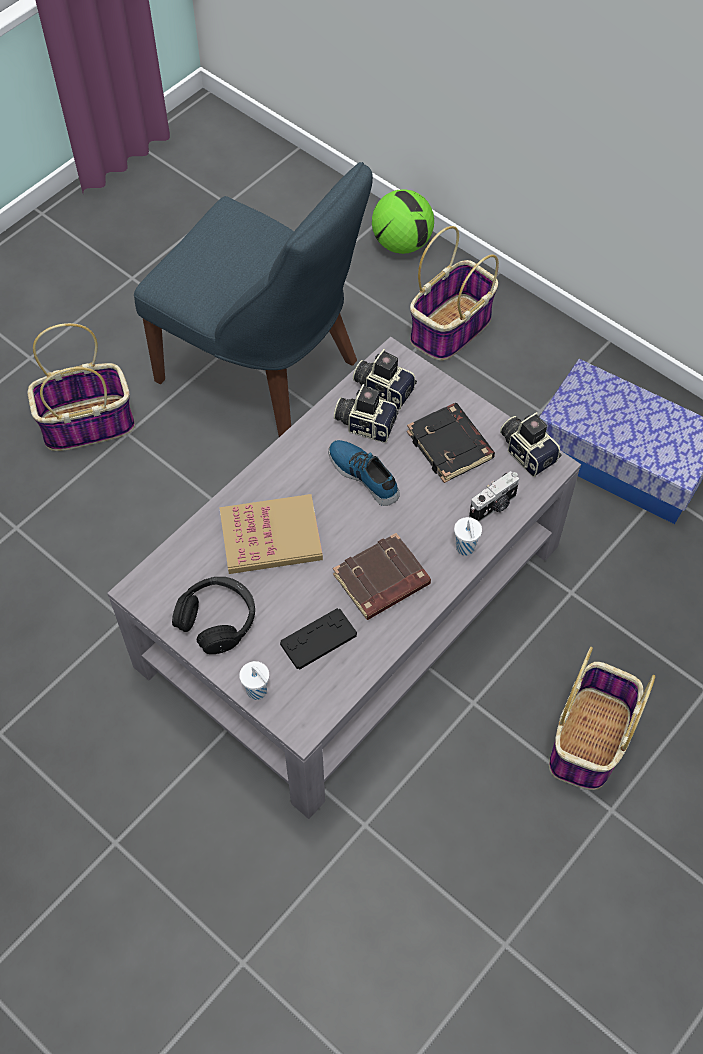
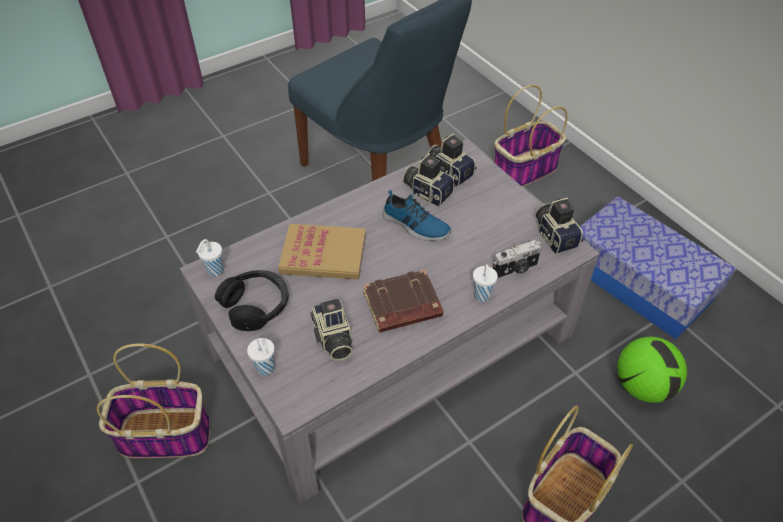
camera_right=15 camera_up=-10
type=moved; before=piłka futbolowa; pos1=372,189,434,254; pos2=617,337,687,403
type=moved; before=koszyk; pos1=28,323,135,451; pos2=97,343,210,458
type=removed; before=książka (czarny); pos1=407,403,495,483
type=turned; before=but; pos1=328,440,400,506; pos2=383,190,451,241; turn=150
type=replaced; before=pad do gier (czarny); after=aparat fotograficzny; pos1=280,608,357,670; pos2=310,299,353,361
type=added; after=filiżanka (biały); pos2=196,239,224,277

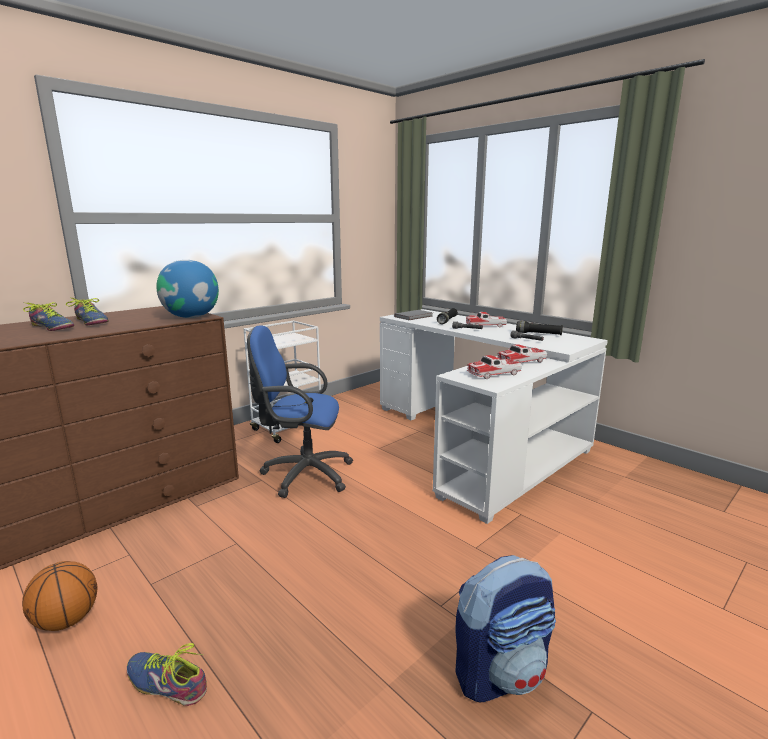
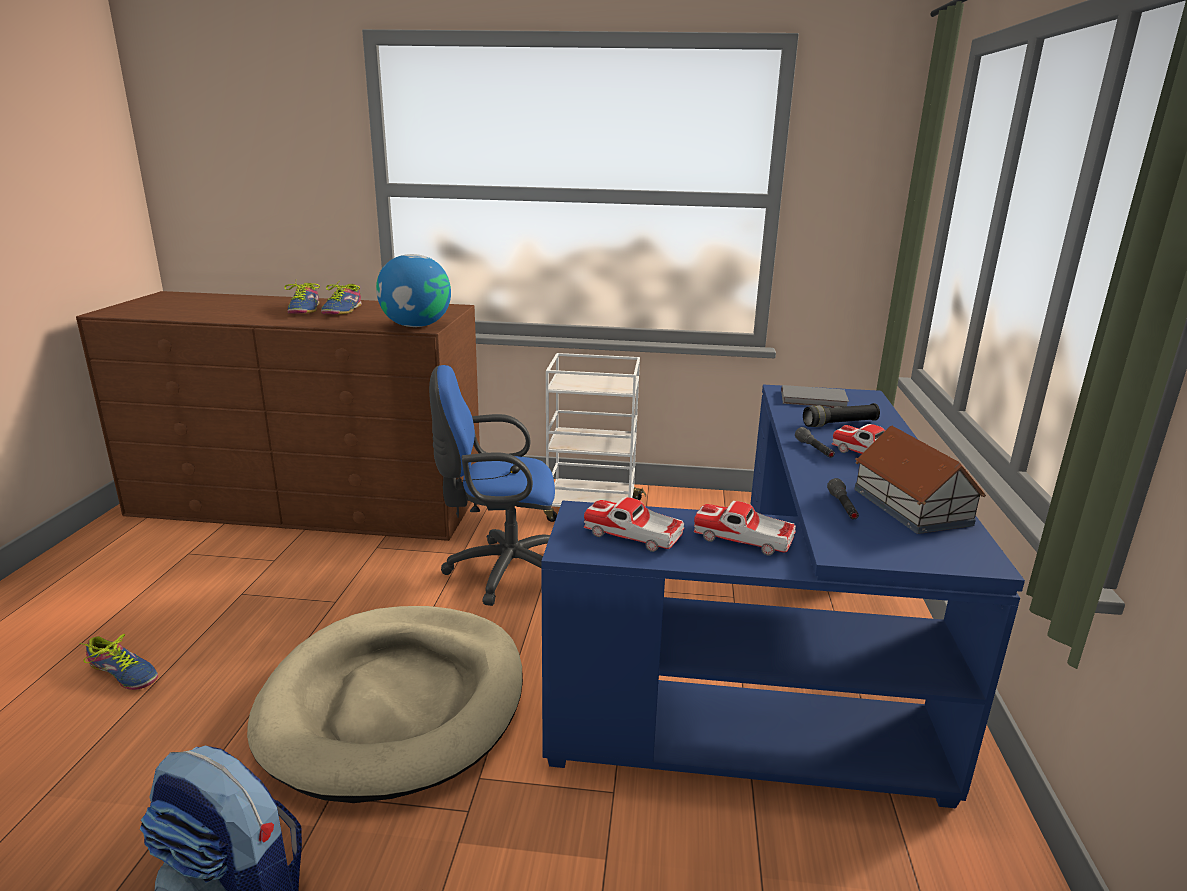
camera_right=50 camera_up=5
type=recoloured; before=biurko (biały); after=biurko (niebieski); pos1=380,309,608,524; pos2=541,385,1025,808
type=replaced; before=latarka (czarny); after=domek; pos1=516,321,563,335; pos2=854,426,986,534
type=turned; before=krzesło biurowe (niebieski); pos1=247,325,353,498; pos2=429,365,555,606; turn=-60
type=removed; before=piłka do koszykówki; pos1=22,561,98,631
type=turned; before=but; pos1=127,643,207,706; pos2=79,634,158,690; turn=135
type=added; after=legowisko (beżowy); pos2=247,606,523,803

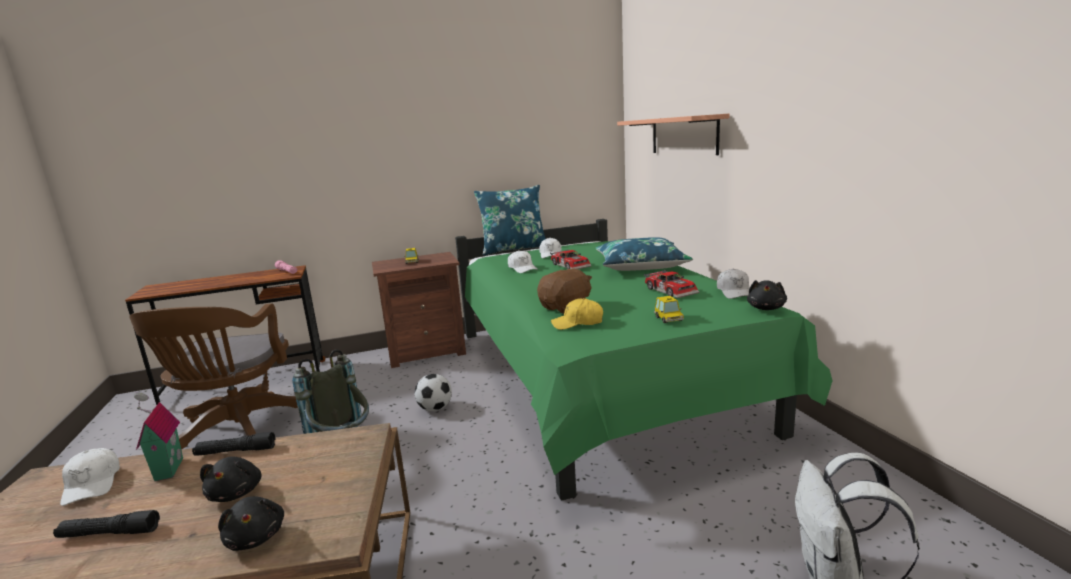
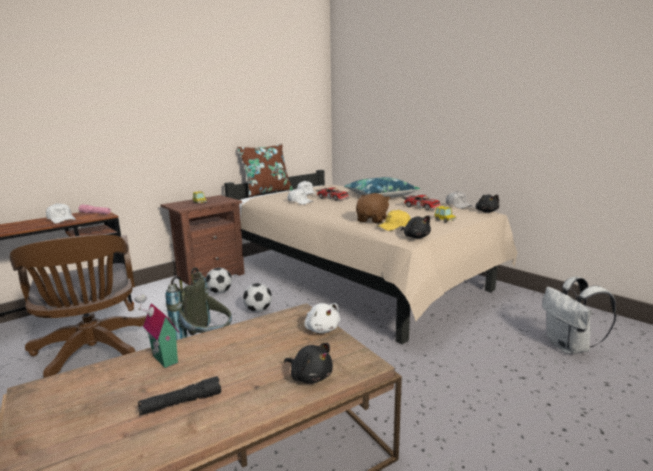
camera_right=-25 camera_up=0
type=removed; before=półka; pos1=617,114,730,155
type=recoloured; before=poduszka (niebieski); after=poduszka (brązowy); pos1=474,185,546,256; pos2=237,144,293,197
type=recoloured; before=łóżko (zielony); after=łóżko (beżowy); pos1=455,219,832,501; pos2=224,170,518,344
type=removed; before=latarka (czarny); pos1=192,432,275,456
type=moved; before=czapka z daszkiem (biały); pos1=60,448,120,506; pos2=46,203,76,224
type=moved; before=pluszak (czarny); pos1=200,456,262,502; pos2=401,216,431,238
type=added; after=piłka futbolowa; pos2=206,268,232,294
type=added; after=pluszak (biały); pos2=304,303,340,333

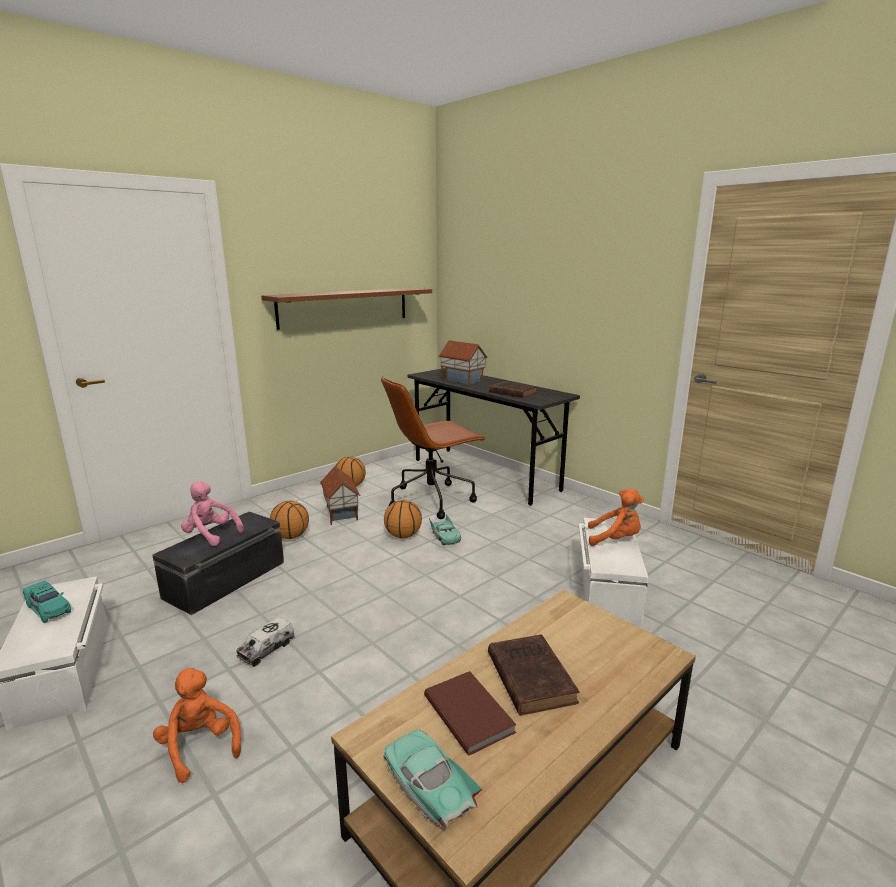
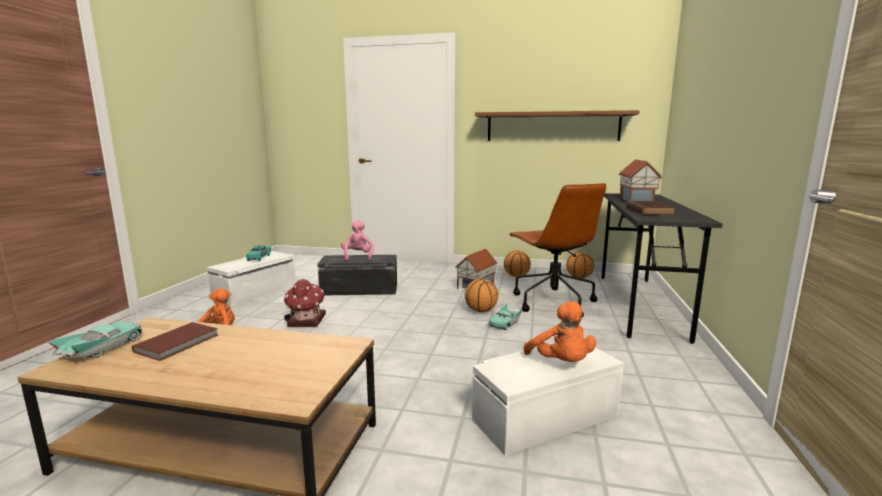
camera_right=55 camera_up=-5
type=turned; before=krzesło biurowe (brązowy); pos1=381,376,485,519; pos2=509,183,606,317; turn=-135
type=moved; before=piłka do koszykówki; pos1=270,501,309,539; pos2=566,252,594,279
type=replaced; before=ciężarówka zabawkowa; after=domek; pos1=237,617,295,667; pos2=284,279,326,327
type=removed; before=książka (brązowy); pos1=488,635,580,716

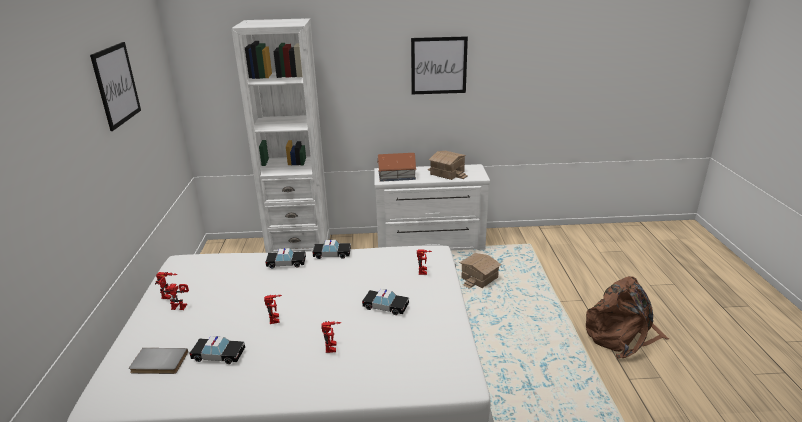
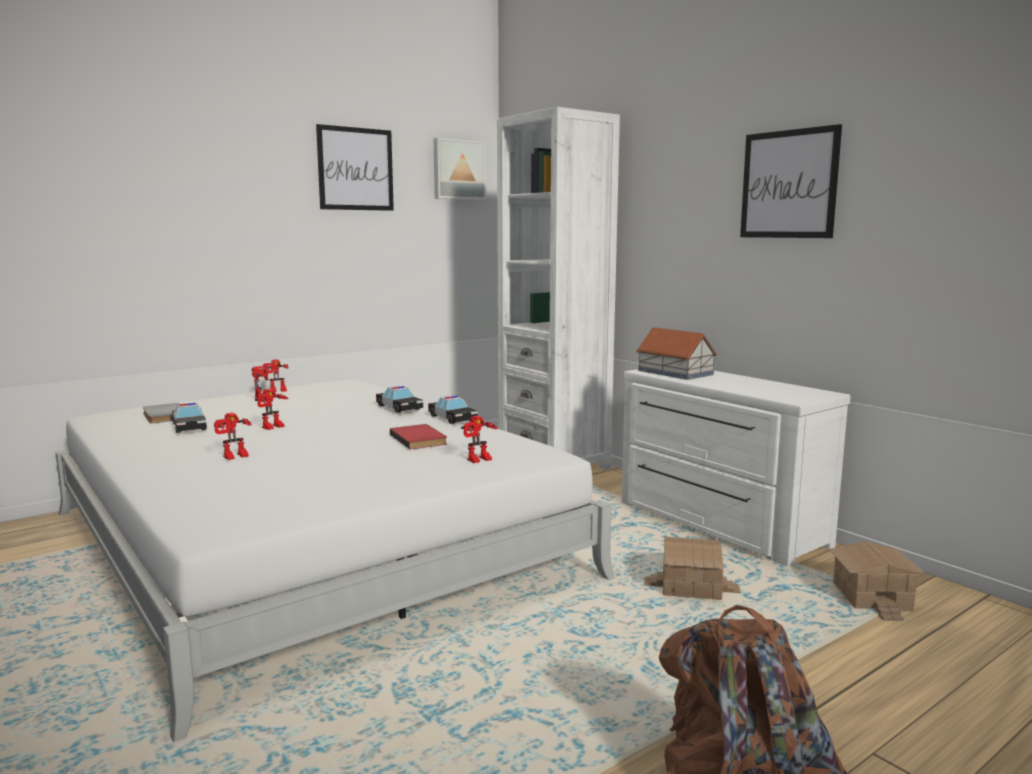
camera_right=55 camera_up=-15
type=moved; before=domek; pos1=428,151,468,180; pos2=829,541,925,621
type=removed; before=samochodzik; pos1=362,289,409,315
type=added; after=obraz; pos2=433,138,486,200
type=added; after=książka (czerwony); pos2=390,424,447,449

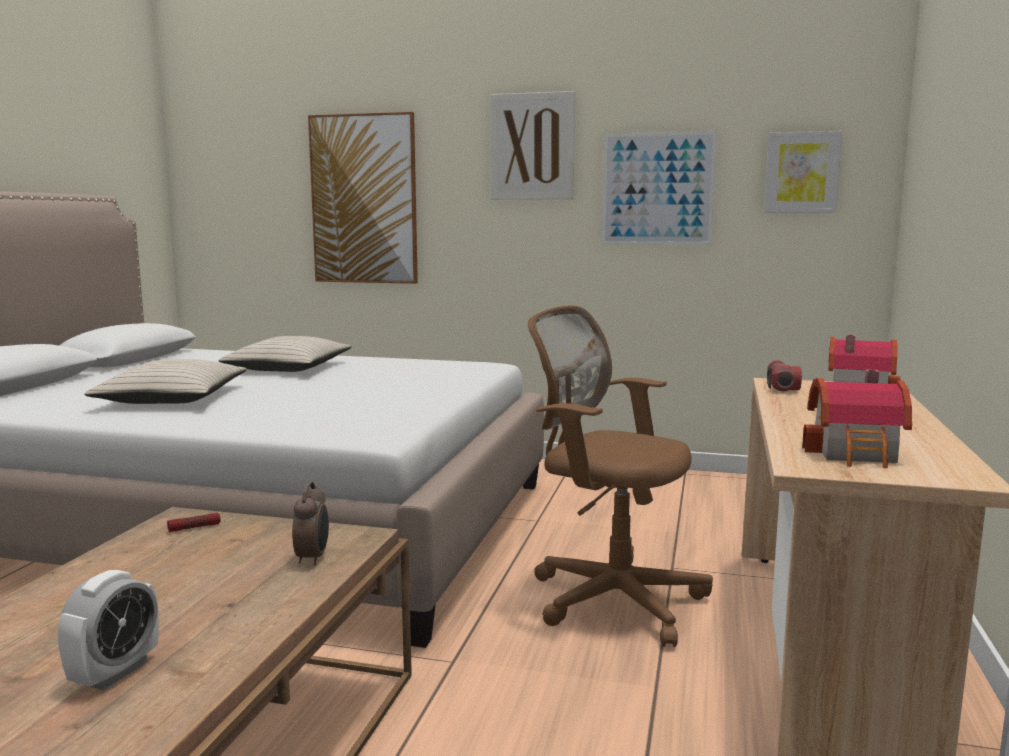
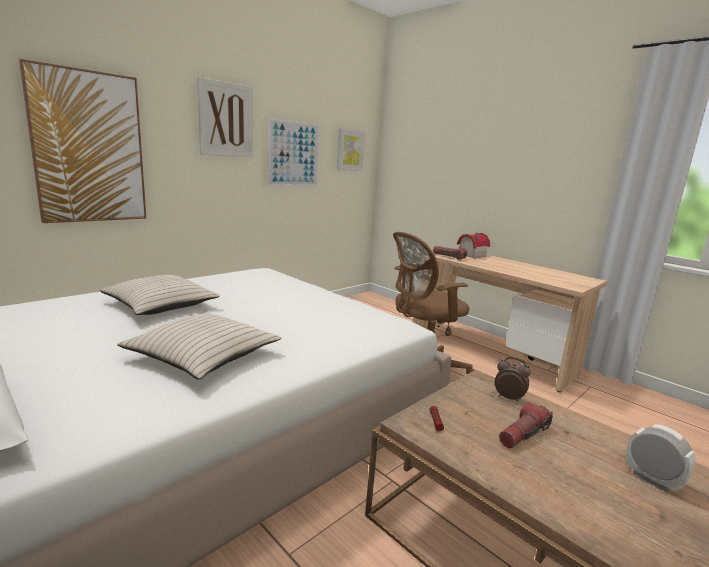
camera_right=-60 camera_up=5
type=removed; before=domek; pos1=802,369,912,468
type=added; after=latarka; pos2=499,402,553,448

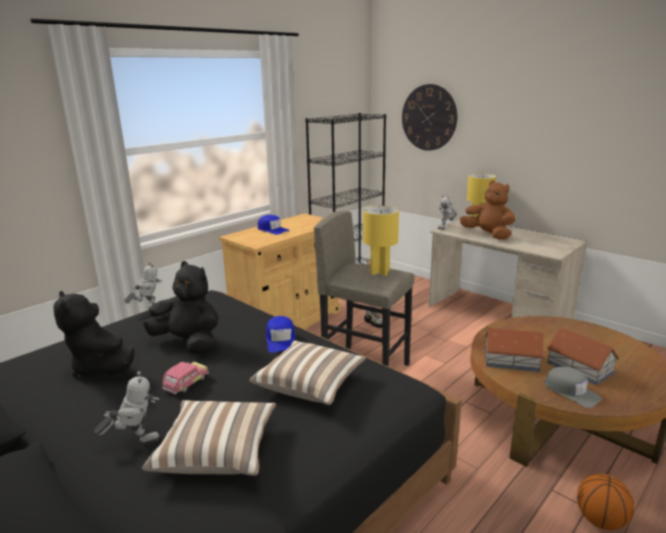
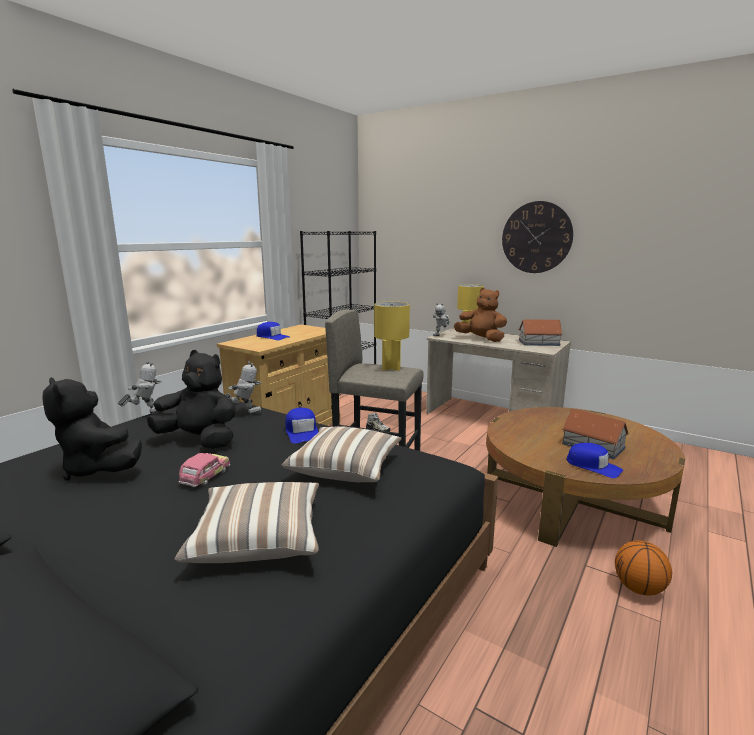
camera_right=-10 camera_up=-5
type=moved; before=zegar ścienny; pos1=402,84,457,151; pos2=502,201,573,273
type=moved; before=domek; pos1=484,328,544,372; pos2=518,319,563,346
type=recoloured; before=czapka z daszkiem (szary); after=czapka z daszkiem (niebieski); pos1=545,367,602,408; pos2=566,443,623,478
type=moved; before=robot zabawkowy; pos1=94,371,160,445; pos2=226,361,262,415

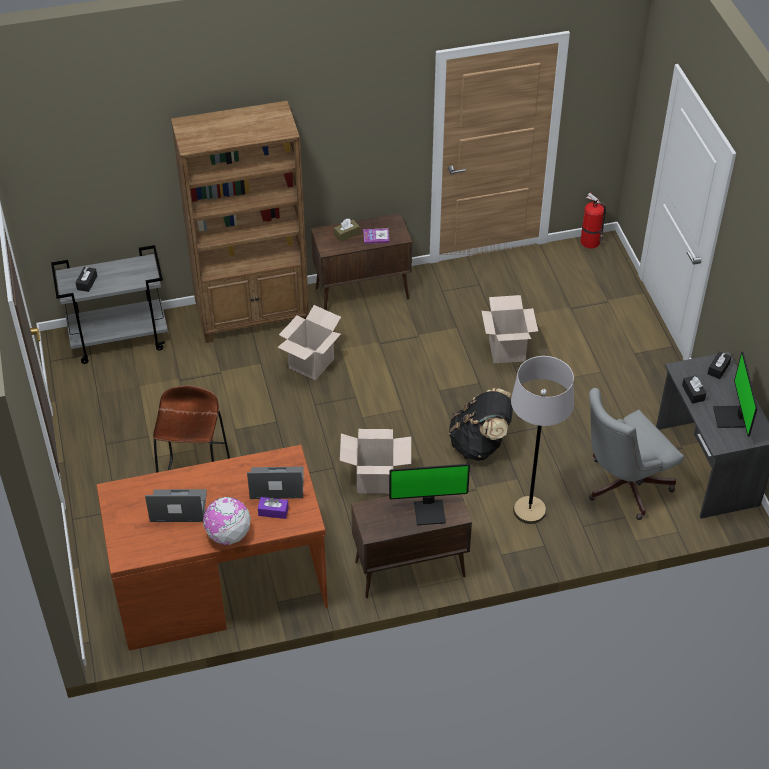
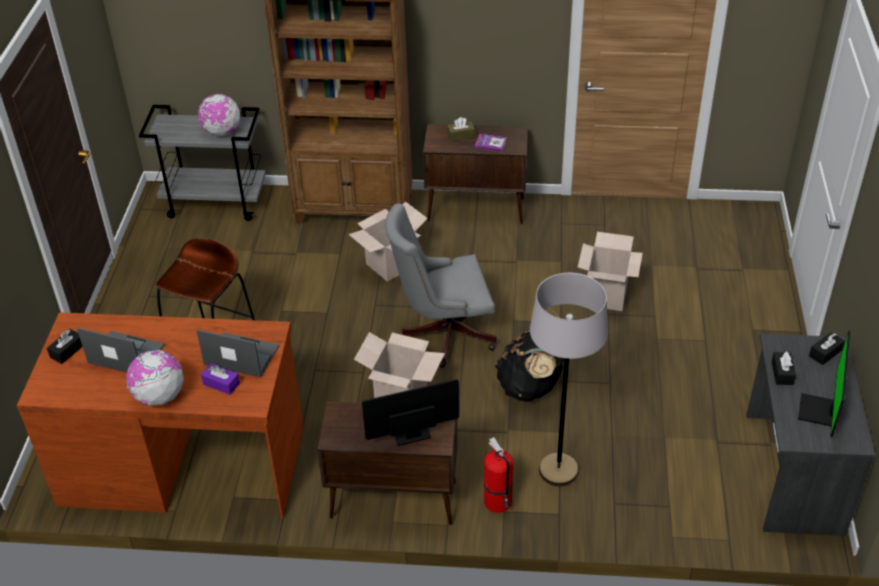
camera_right=20 camera_up=-5
type=moved; before=gaśnica; pos1=580,193,606,249; pos2=484,437,513,513
type=moved; before=pudełko chusteczek (czarny); pos1=75,266,97,292; pos2=47,329,83,364
type=moved; before=krzesło biurowe (szary); pos1=589,388,684,520; pos2=385,203,497,368
type=turned; before=monitor; pos1=389,464,470,525; pos2=362,379,459,446; turn=150
type=added; after=globus; pos2=198,94,240,136

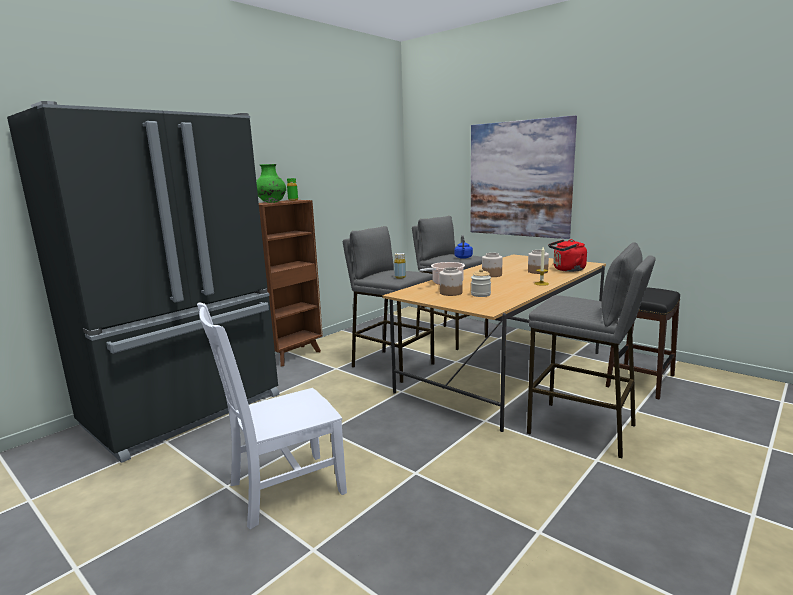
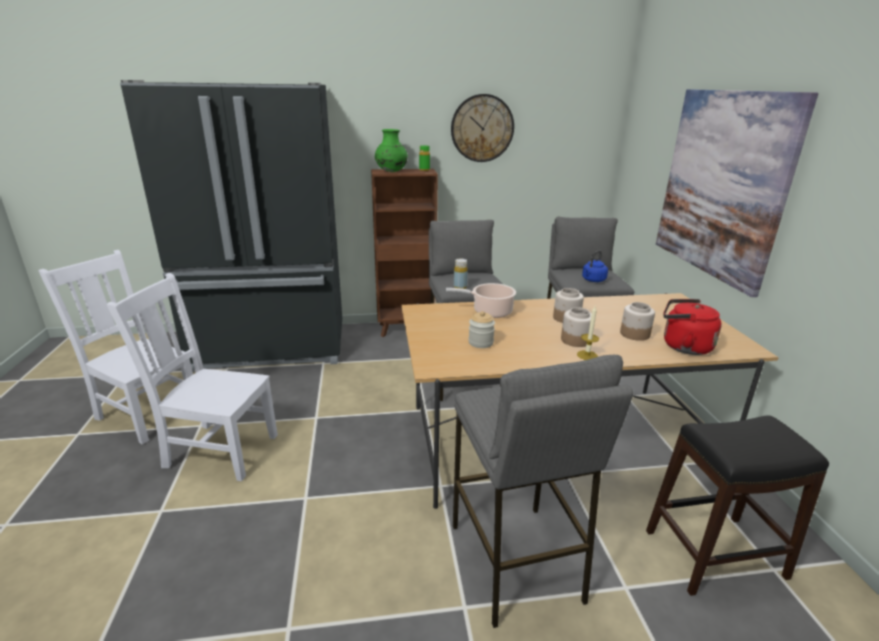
camera_right=40 camera_up=10
type=moved; before=słoik; pos1=439,267,462,296; pos2=561,307,592,347
type=added; after=zegar ścienny; pos2=451,94,514,162
type=added; after=krzesło (biały); pos2=38,250,193,445

